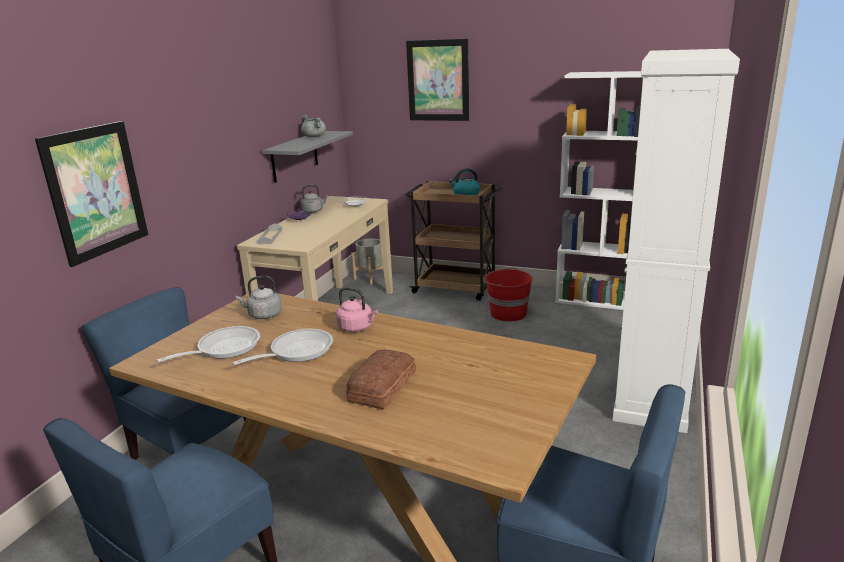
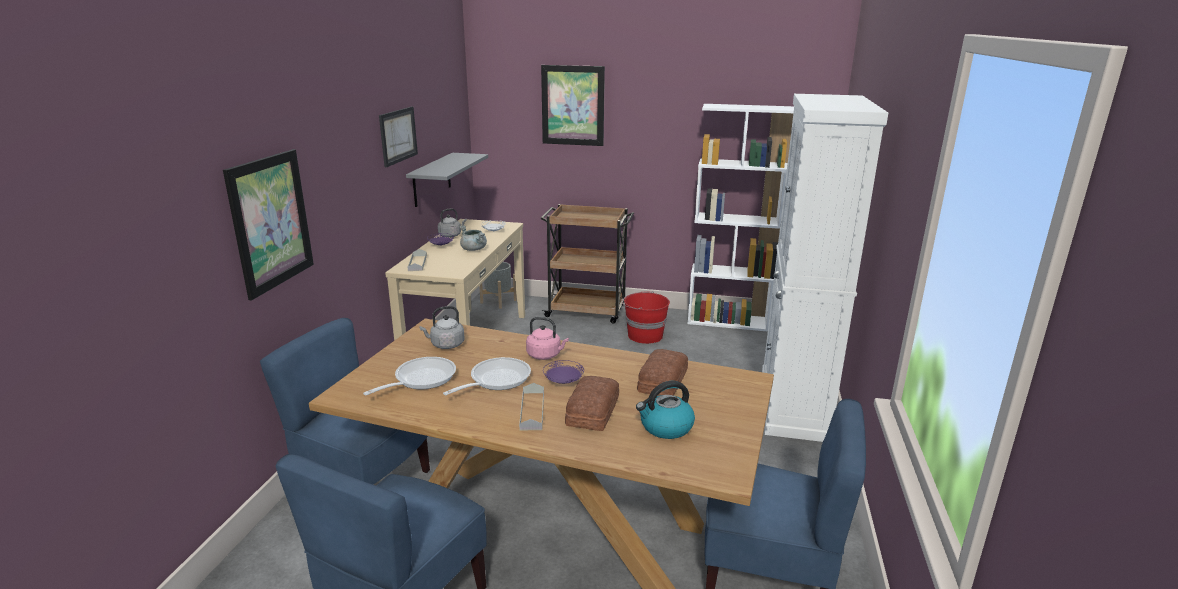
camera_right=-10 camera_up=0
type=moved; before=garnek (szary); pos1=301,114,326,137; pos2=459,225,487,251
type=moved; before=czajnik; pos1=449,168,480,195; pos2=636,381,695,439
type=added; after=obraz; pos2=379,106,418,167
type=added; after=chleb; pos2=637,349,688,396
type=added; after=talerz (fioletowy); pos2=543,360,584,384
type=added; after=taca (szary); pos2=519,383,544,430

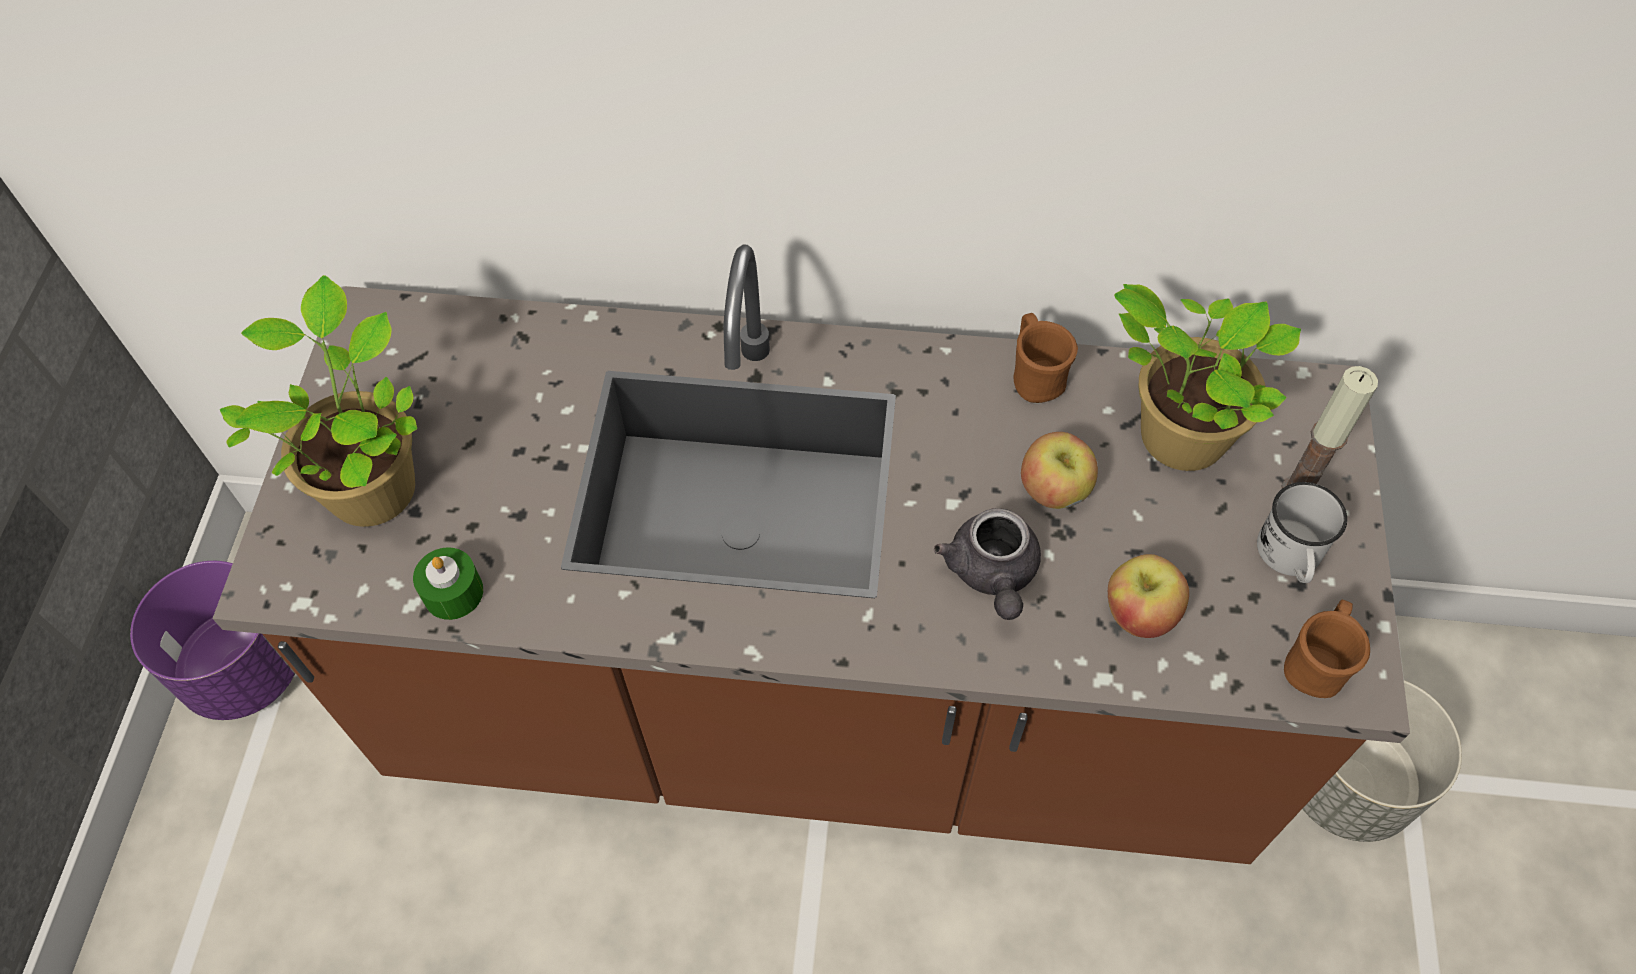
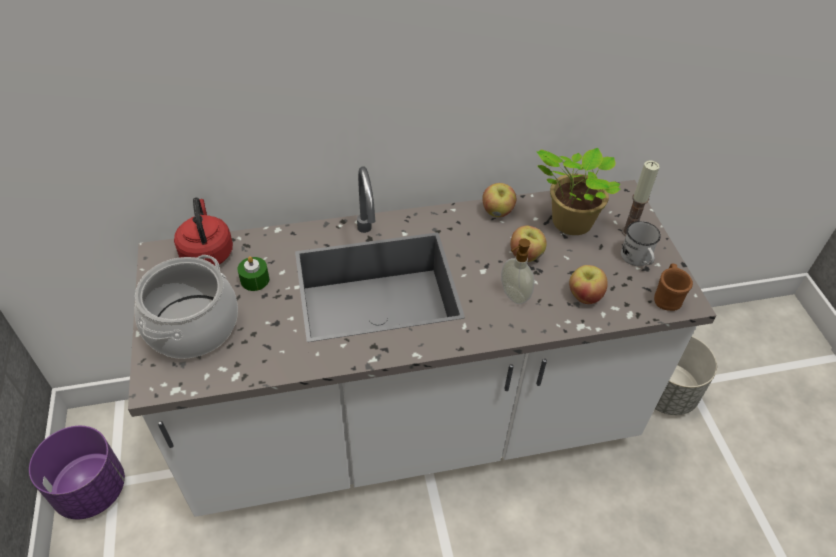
camera_right=-20 camera_up=-10
type=recoloured; before=zabudowa kuchenna (brązowy); after=zabudowa kuchenna (biały); pos1=212,244,1410,864; pos2=128,166,717,517
type=replaced; before=roślina doniczkowa; after=garnek; pos1=220,275,417,527; pos2=135,255,238,359
type=replaced; before=kubek (brązowy); after=jabłko; pos1=1013,313,1078,403; pos2=483,183,516,217
type=replaced; before=imbryk (szary); after=dozownik mydła; pos1=934,508,1041,620; pos2=501,239,535,304
type=moved; before=świeca (zielony); pos1=413,547,483,620; pos2=238,256,269,291
type=added; after=czajnik (czerwony); pos2=174,197,233,265

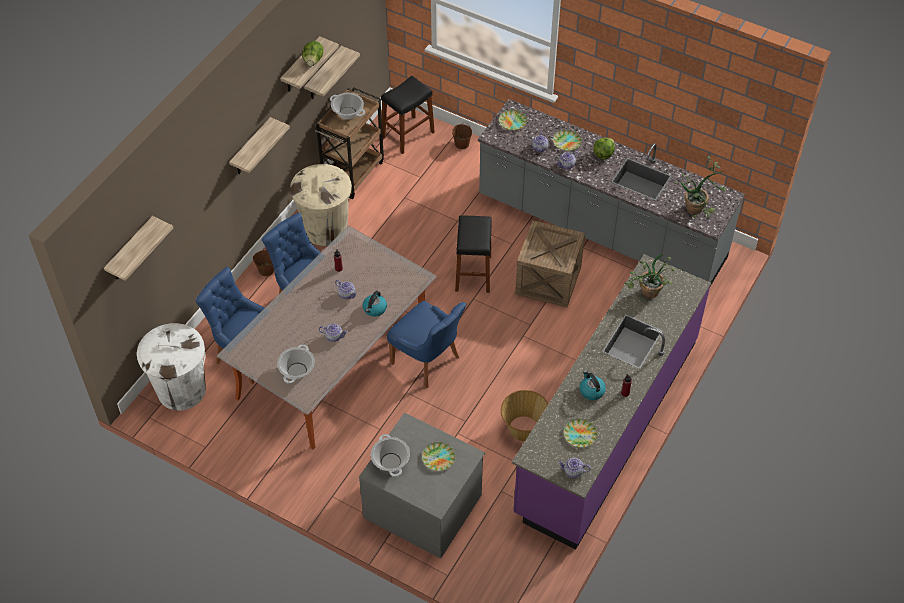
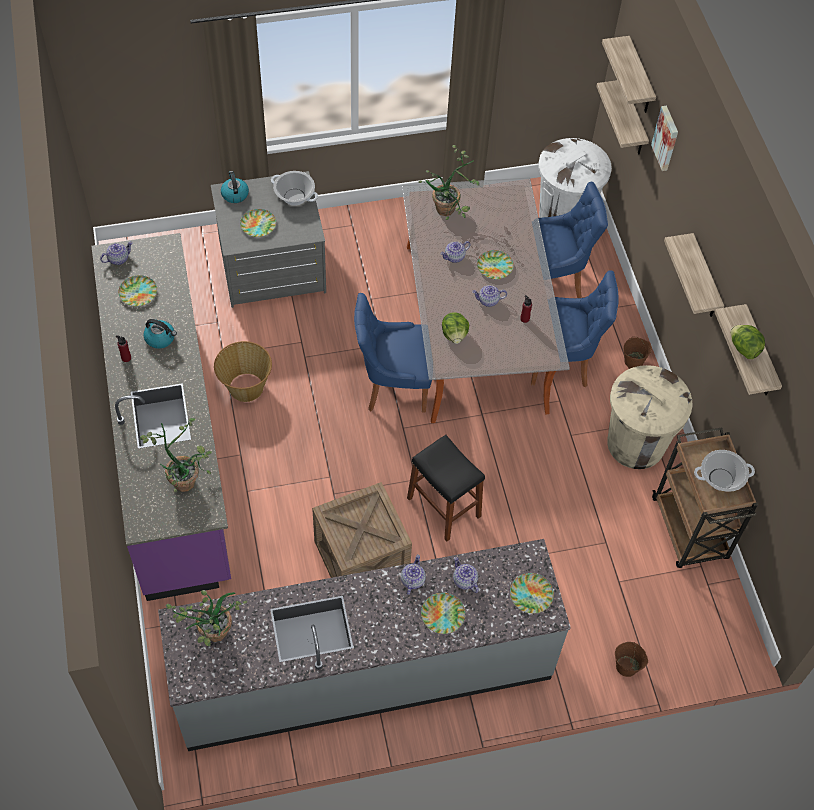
camera_right=135 camera_up=5
type=moved; before=półka; pos1=304,46,360,99; pos2=596,80,649,155
type=removed; before=stołek (czarny); pos1=381,76,435,154
type=moved; before=sałata; pos1=594,138,615,159; pos2=442,312,469,344
type=moved; before=czajnik; pos1=363,291,387,317; pos2=221,171,249,203
type=replaced; before=garnek; after=roślina doniczkowa; pos1=277,345,315,384; pos2=418,145,480,220
type=added; after=obraz; pos2=651,106,678,171
type=added; after=talerz; pos2=477,250,514,279

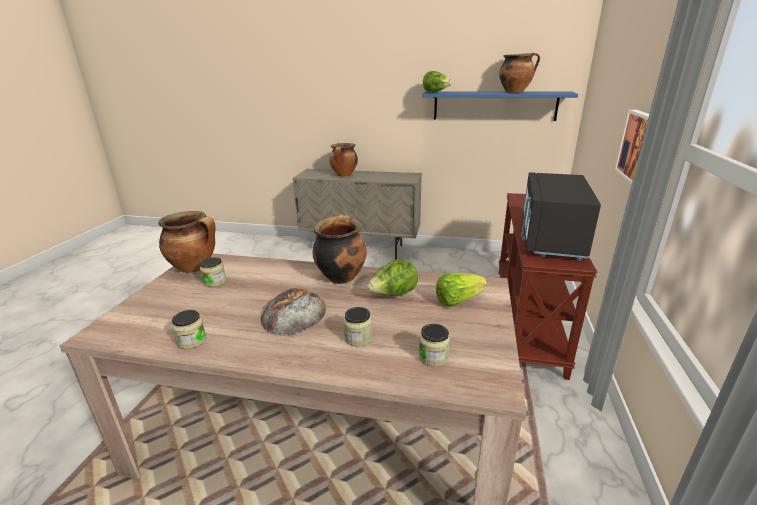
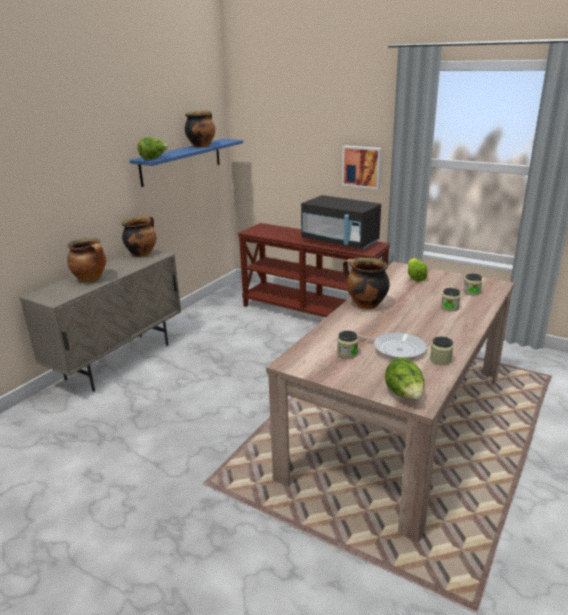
camera_right=-70 camera_up=0
type=moved; before=garnek; pos1=158,211,215,273; pos2=122,216,156,257
type=moved; before=sałata; pos1=367,259,418,296; pos2=385,358,425,399
type=removed; before=chleb; pos1=261,288,326,336
type=added; after=patelnia; pos2=357,332,427,360

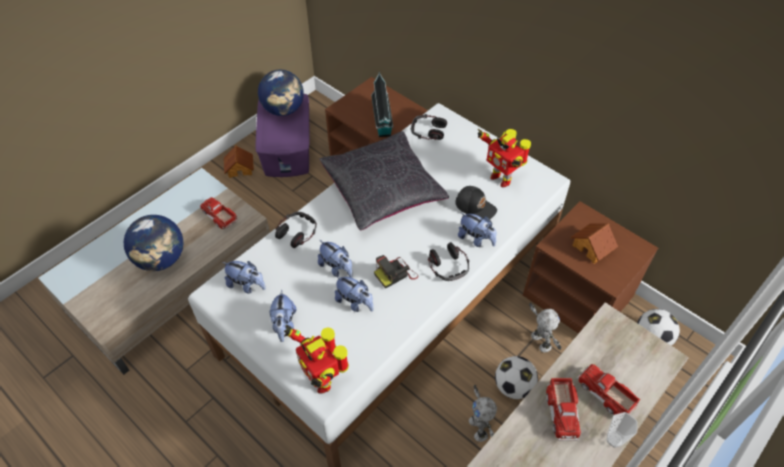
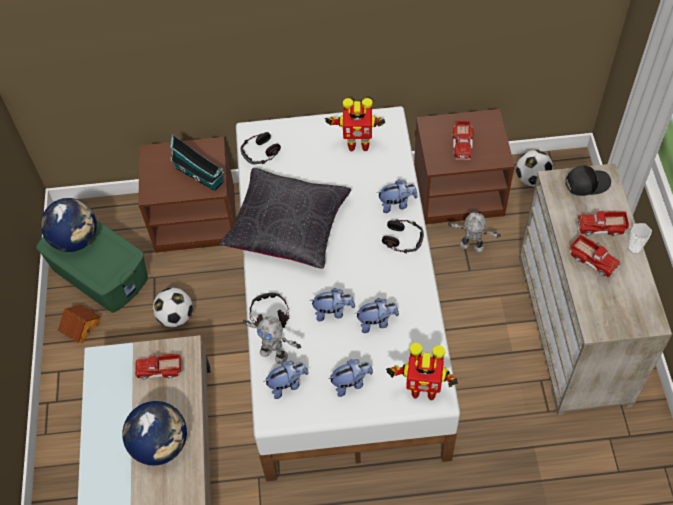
camera_right=-45 camera_up=5
type=recoloured; before=pojemnik do przechowywania (fioletowy); after=pojemnik do przechowywania (zielony); pos1=255,94,309,177; pos2=36,220,148,313
type=moved; before=czapka z daszkiem (czarny); pos1=455,186,497,219; pos2=565,166,611,196
type=replaced; before=domek; after=ciężarówka zabawkowa; pos1=571,223,618,264; pos2=452,121,474,160
type=removed; before=aparat fotograficzny; pos1=374,255,418,288
type=turned; before=pluszak; pos1=269,290,296,342; pos2=328,359,373,397; turn=-60
type=moved; before=piłka futbolowa; pos1=495,356,538,399; pos2=153,288,193,327
type=moved; before=robot zabawkowy; pos1=469,385,497,442; pos2=243,316,301,364

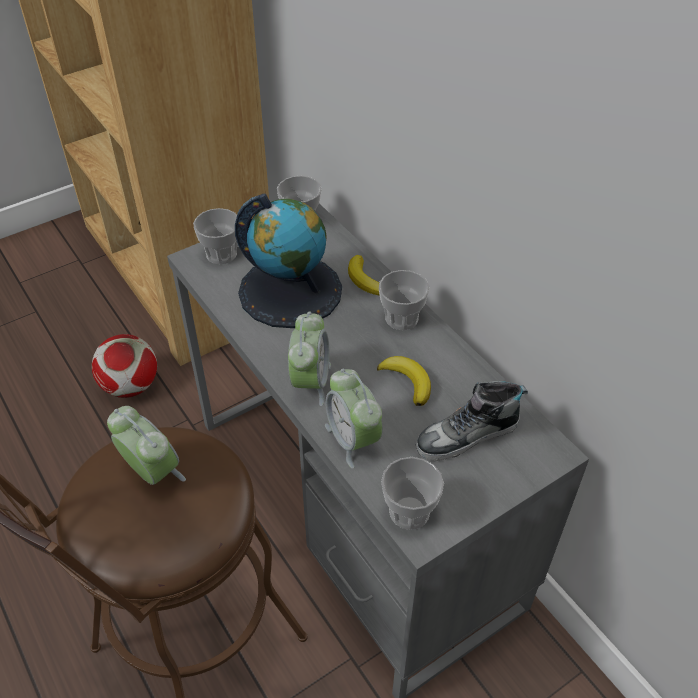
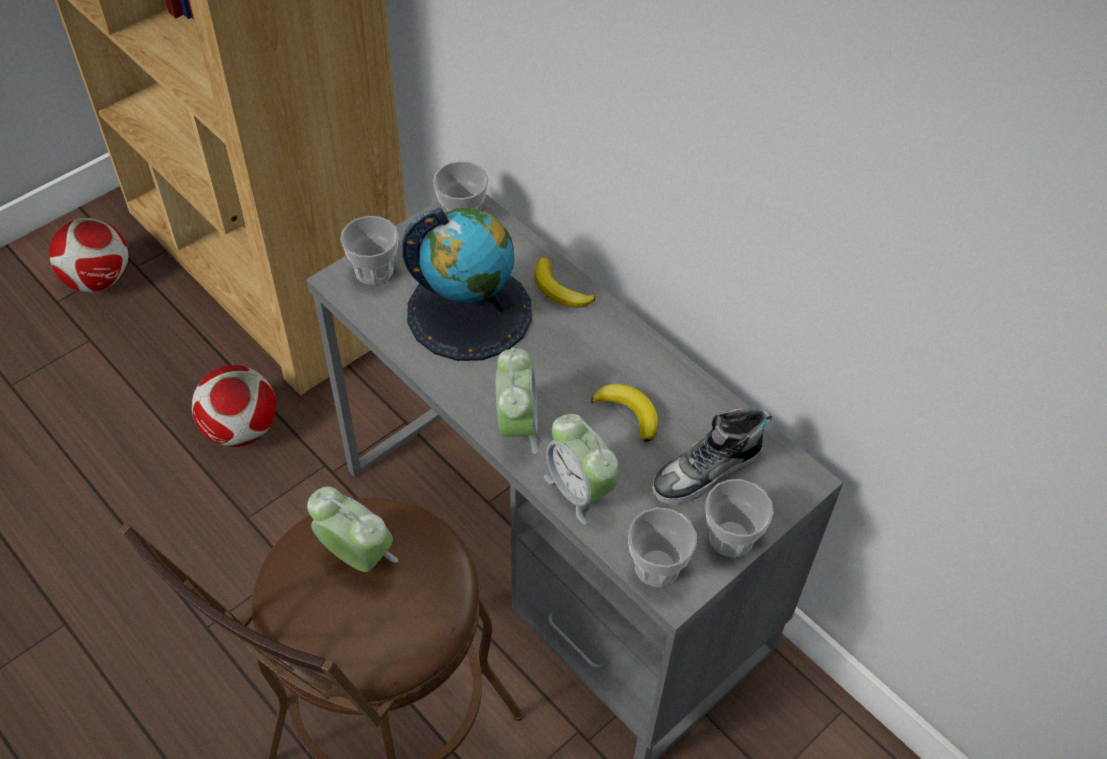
camera_right=-10 camera_up=5
type=moved; before=filiżanka; pos1=379,270,429,330; pos2=705,479,774,557
type=added; after=piłka futbolowa; pos2=49,218,129,292

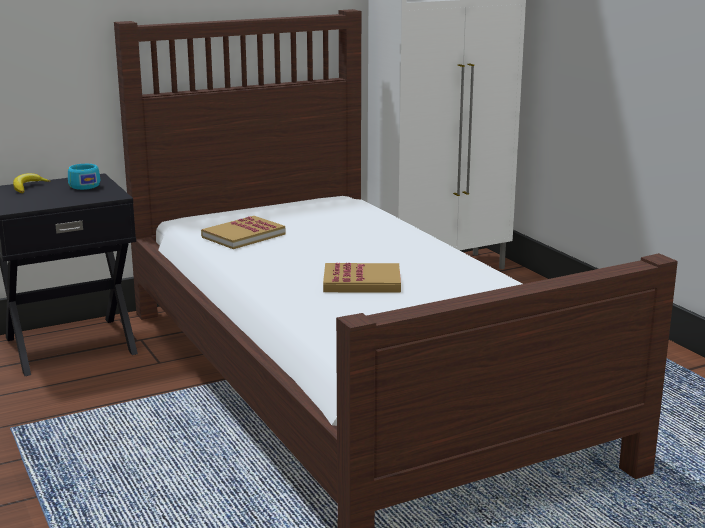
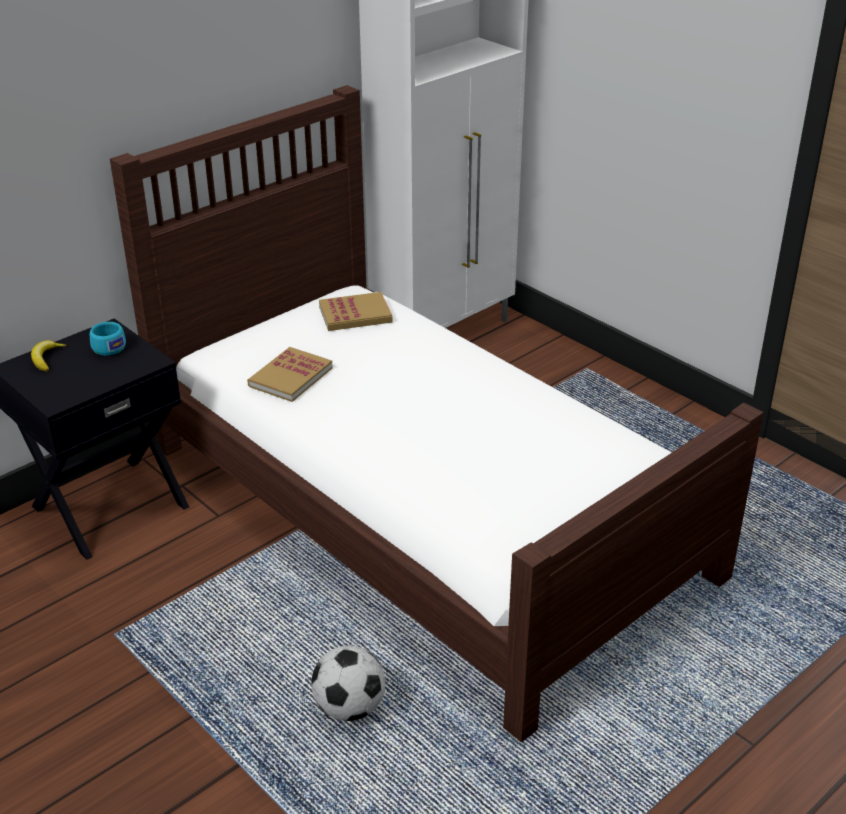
camera_right=-15 camera_up=15
type=moved; before=książka; pos1=323,263,401,293; pos2=319,292,393,331
type=added; after=piłka futbolowa; pos2=311,645,385,721

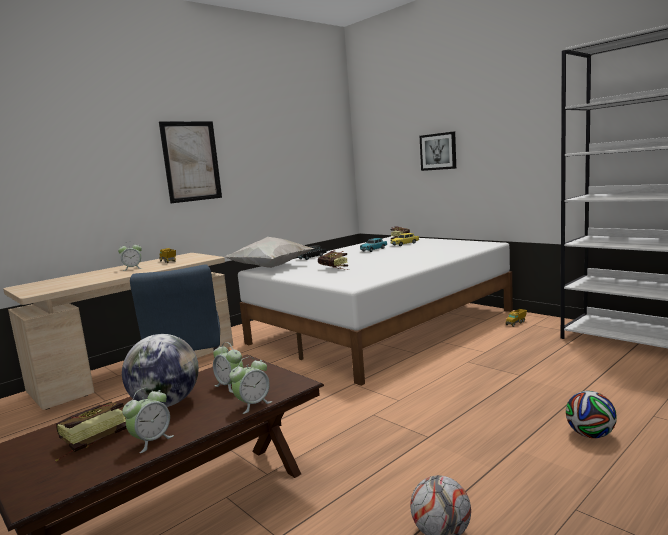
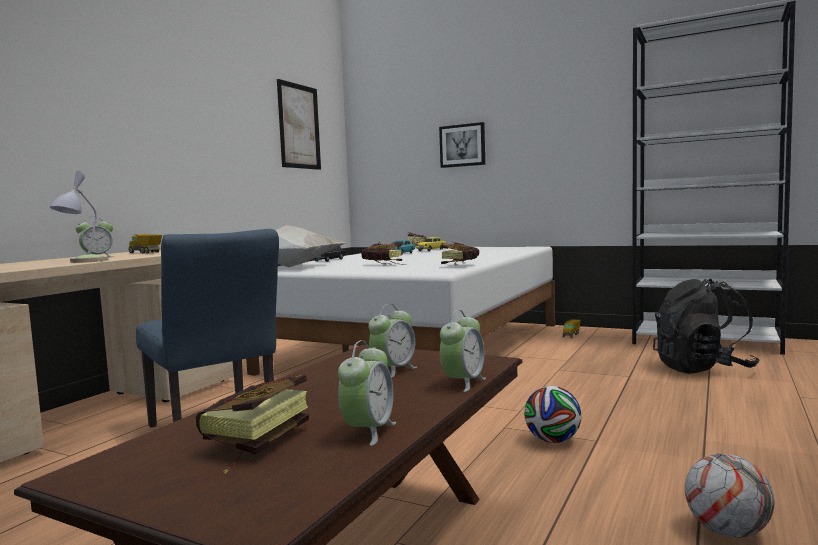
camera_right=-20 camera_up=-5
type=moved; before=obraz; pos1=159,121,222,203; pos2=277,79,321,170
type=removed; before=globus; pos1=122,334,199,407
type=turned; before=budzik; pos1=213,342,244,393; pos2=368,304,417,377; turn=-75
type=moved; before=piłka futbolowa; pos1=566,391,617,438; pos2=524,386,581,443
type=added; after=lampa stołowa; pos2=50,171,109,263
type=added; after=książka; pos2=441,242,479,265
type=added; after=plecak (czarny); pos2=653,279,760,374

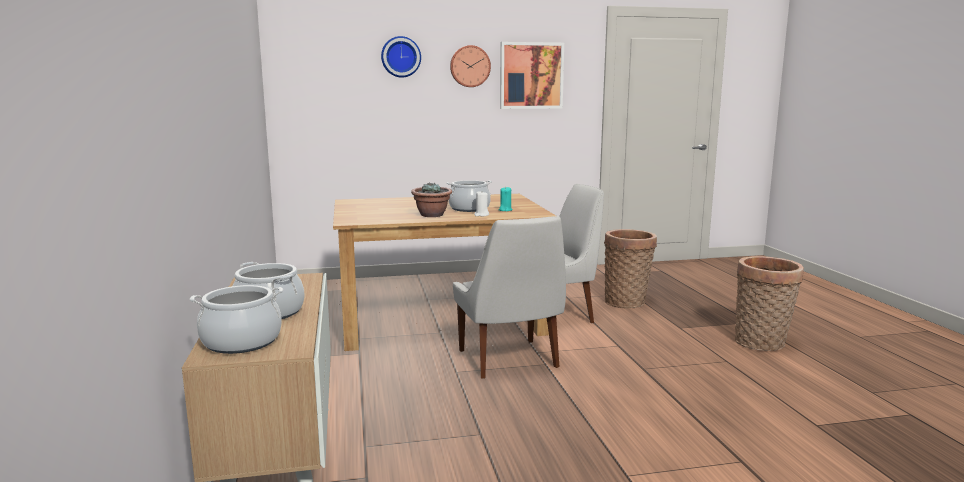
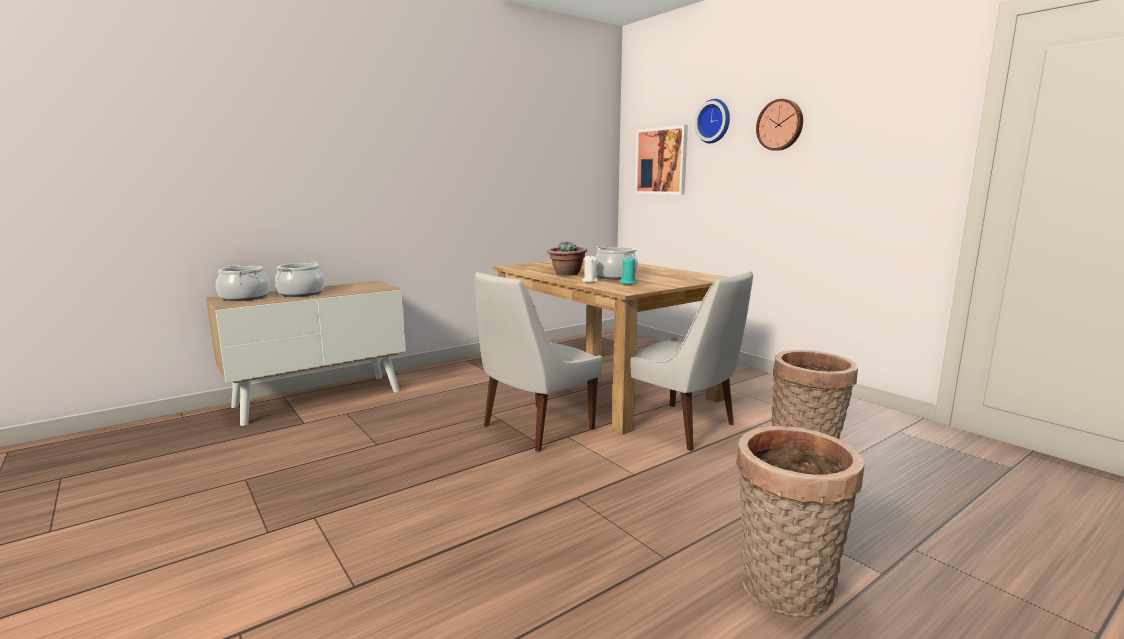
camera_right=65 camera_up=0
type=moved; before=obraz; pos1=500,42,564,109; pos2=635,125,688,195

